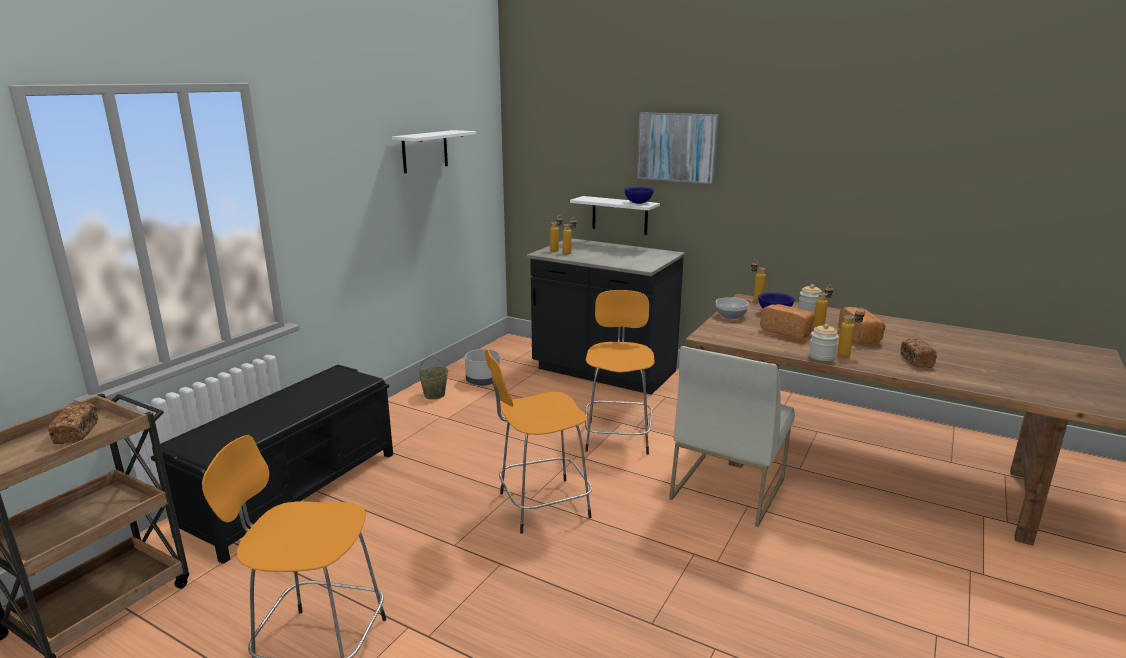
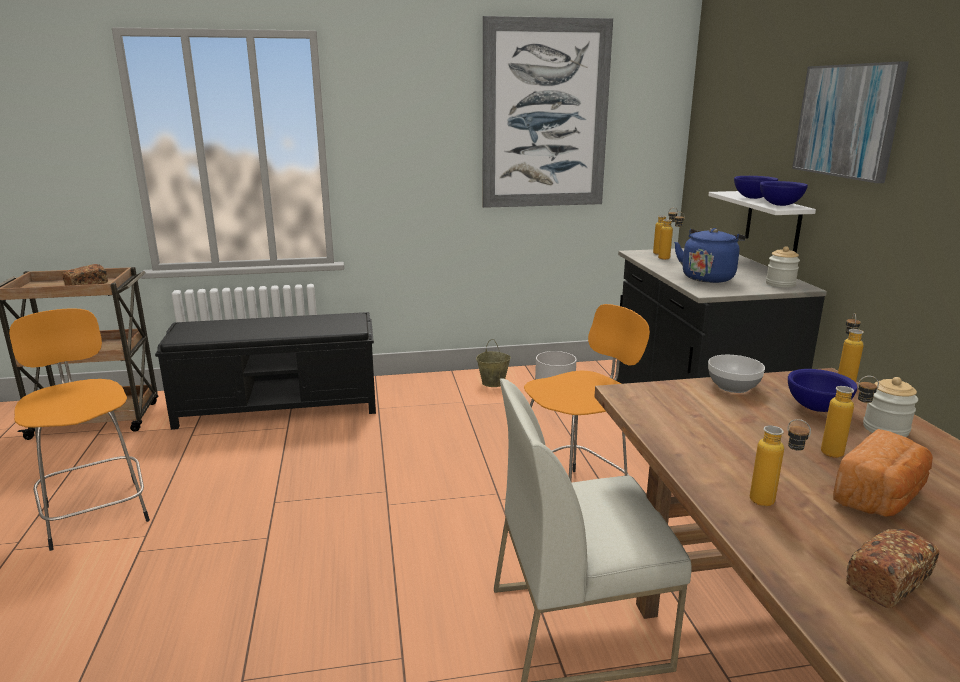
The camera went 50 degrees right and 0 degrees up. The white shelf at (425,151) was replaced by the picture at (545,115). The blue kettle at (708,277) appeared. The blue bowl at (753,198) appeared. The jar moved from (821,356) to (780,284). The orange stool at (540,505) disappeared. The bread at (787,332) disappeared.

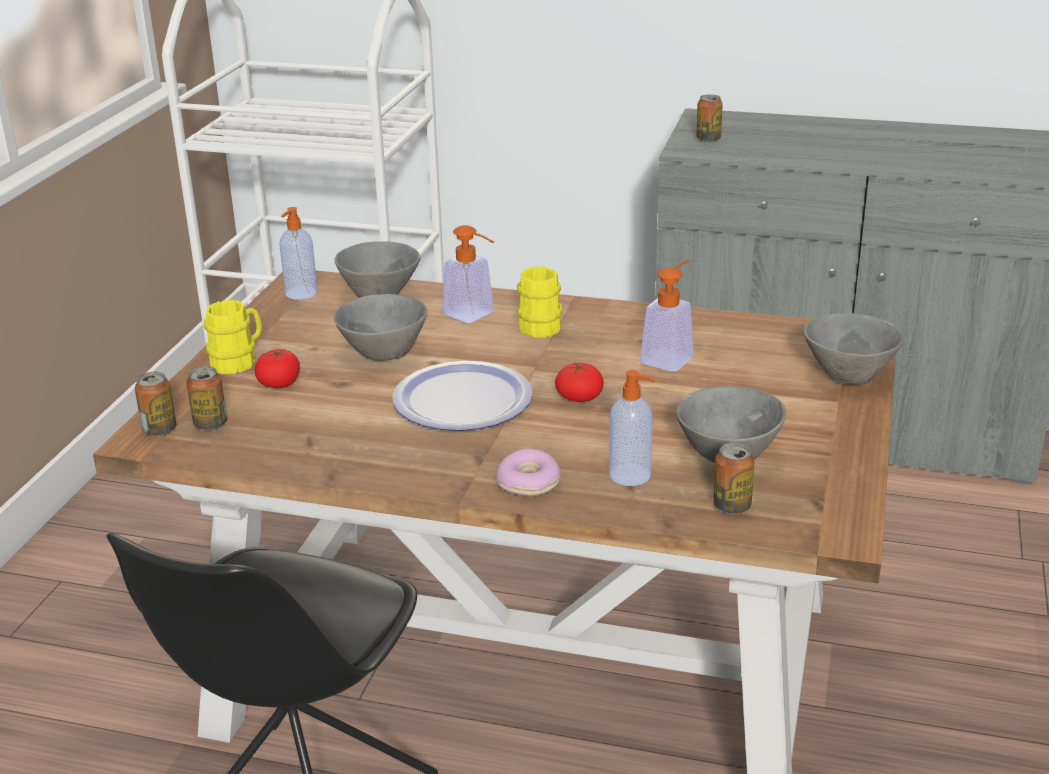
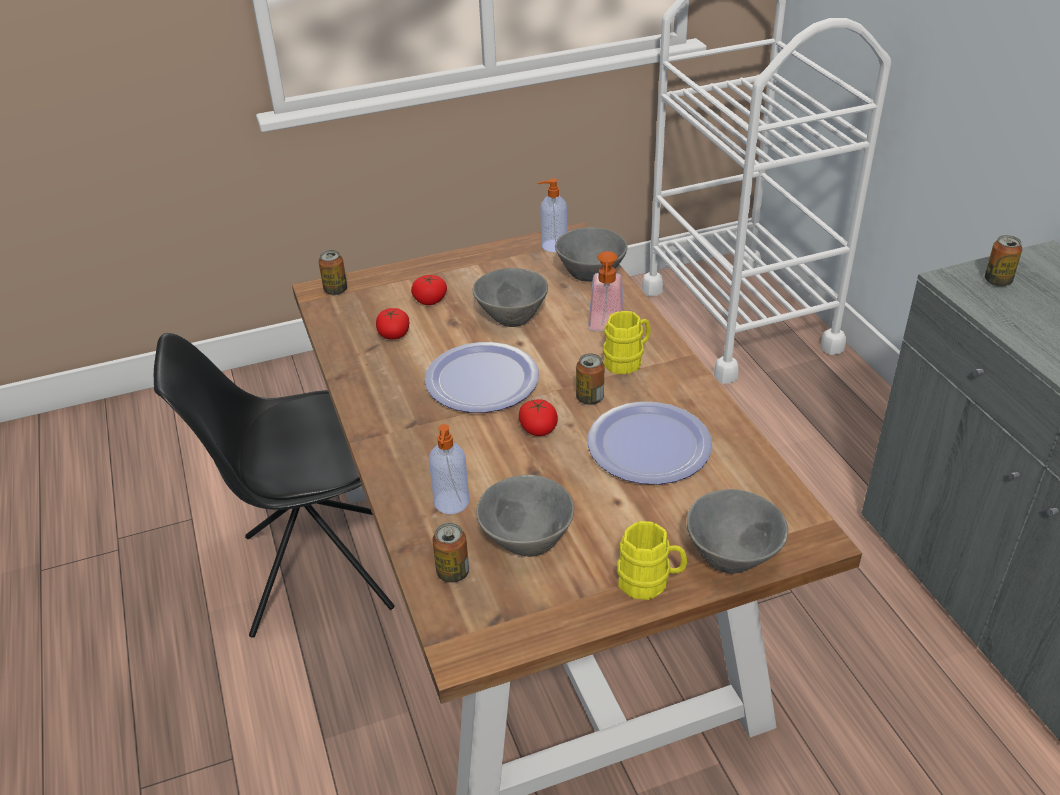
The camera went 55 degrees right and 10 degrees up. The tomato at (394,334) appeared. The can moved from (210,424) to (590,398). The soap dispenser at (671,357) was replaced by the plate at (648,445). The yellow mug moved from (238,361) to (650,582). The donut at (529,483) disappeared.

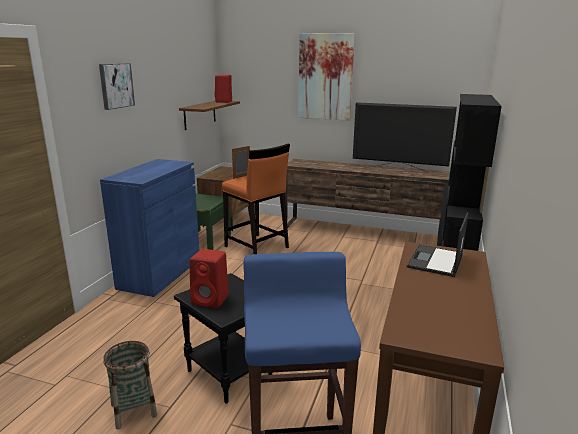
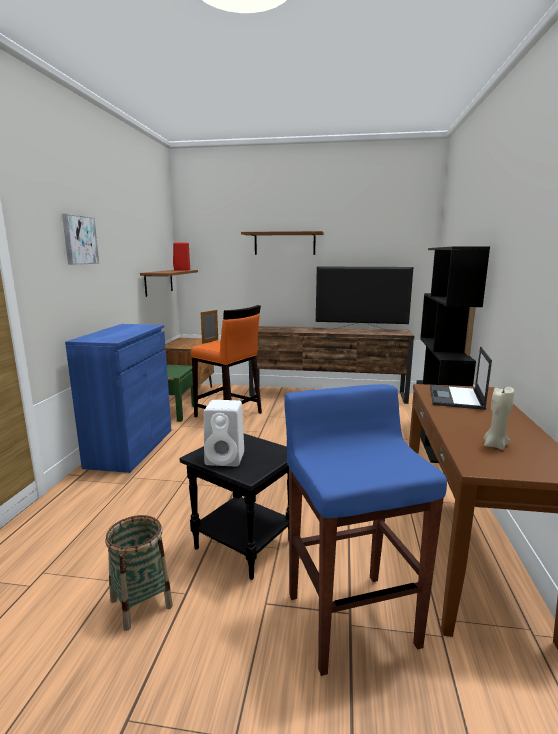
The camera went 10 degrees left and 5 degrees down. The red speaker at (211,300) became the white speaker at (226,458). The picture at (325,77) was replaced by the brown shelf at (284,243). The beige candle at (495,445) appeared.

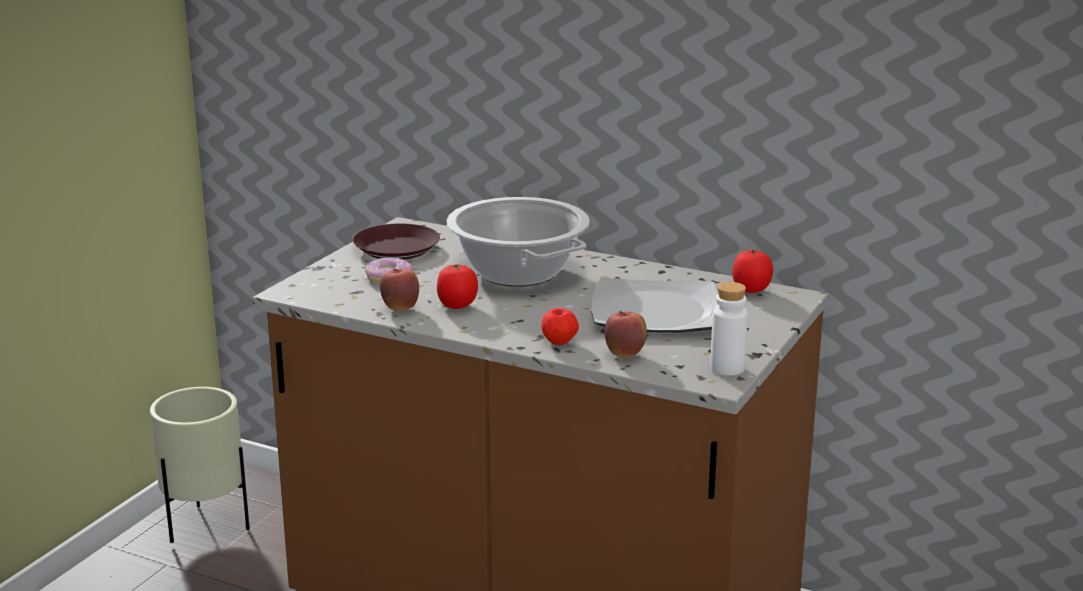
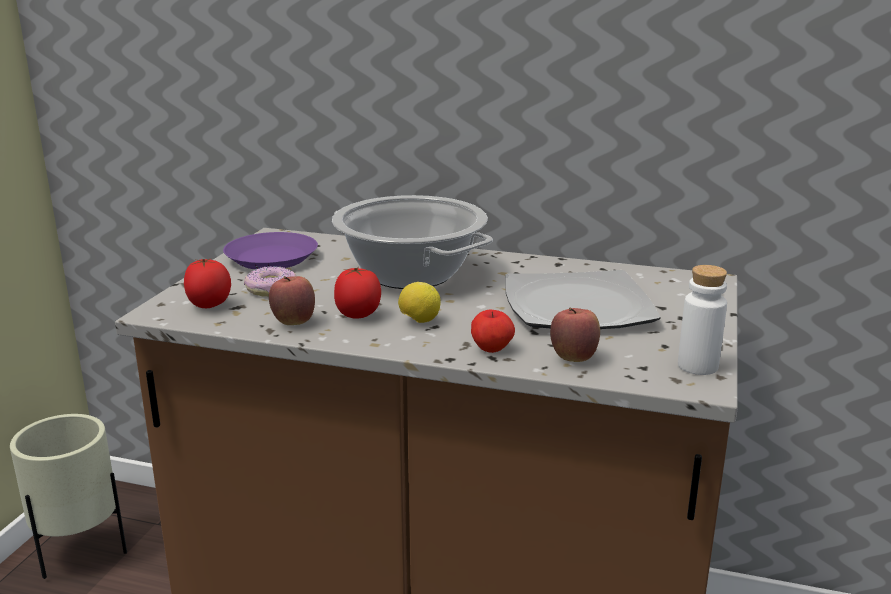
The camera went 10 degrees left and 0 degrees up. The tomato moved from (751,291) to (209,306). The brown plate at (397,249) became the purple plate at (272,258). The lemon at (419,321) appeared.

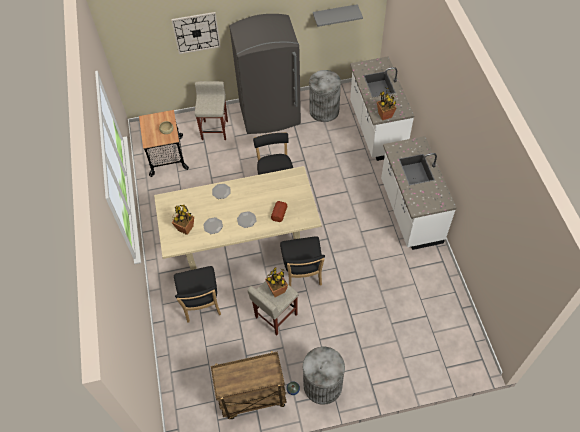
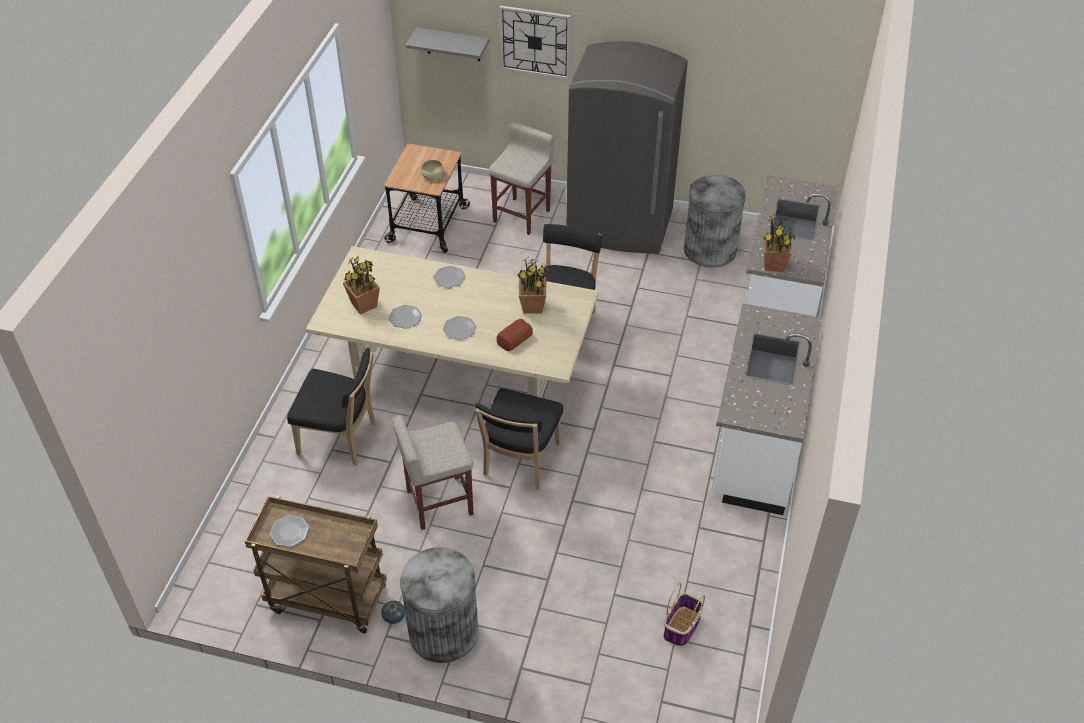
The camera went 25 degrees right and 10 degrees down. The plate at (289,531) appeared. The black chair at (201,305) turned 90 degrees counterclockwise. The grey shelf moved from (334,14) to (453,44). The potted plant moved from (277,290) to (532,306). The basket at (681,627) appeared.

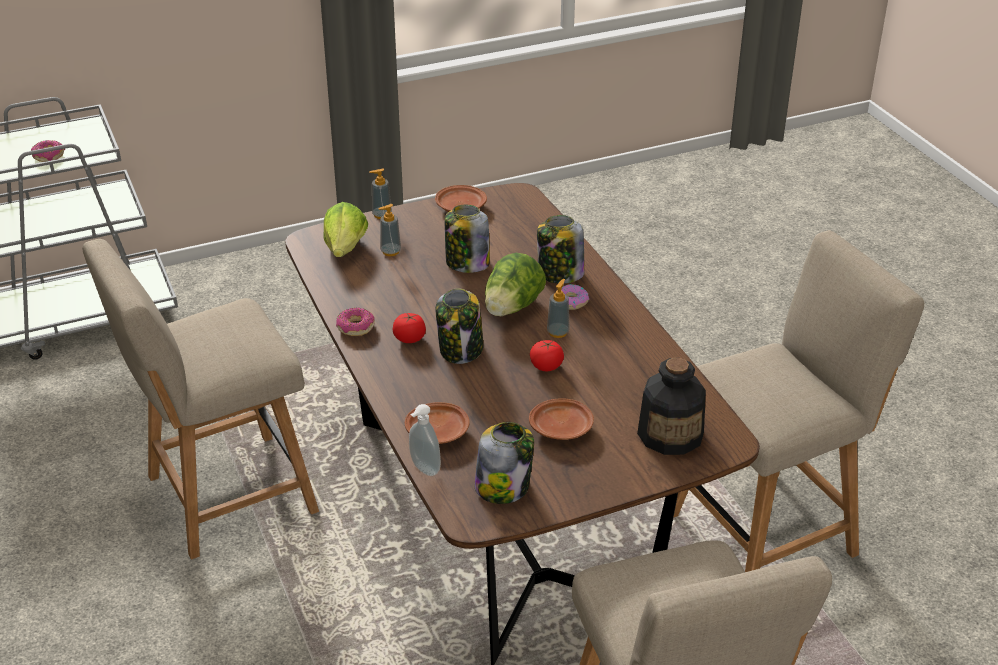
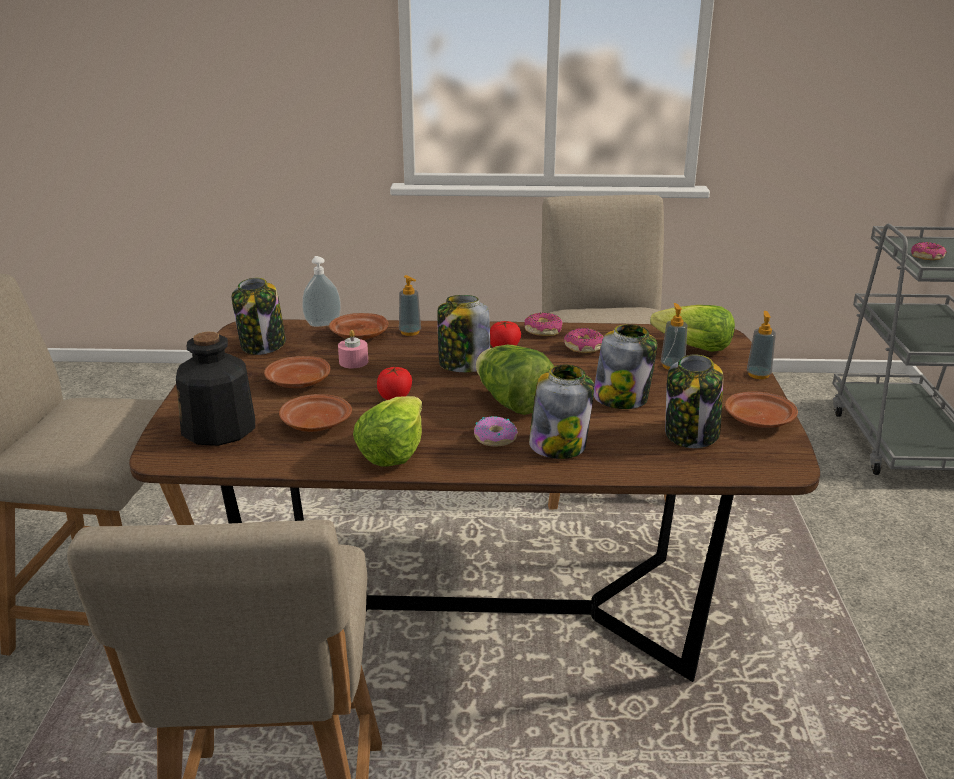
The camera went 115 degrees right and 10 degrees down. The brown plate at (315,424) appeared. The pink candle at (353,362) appeared. The lettuce at (392,451) appeared. The soap dispenser moved from (558,332) to (410,332). The donut at (584,347) appeared. The jar at (691,435) appeared.

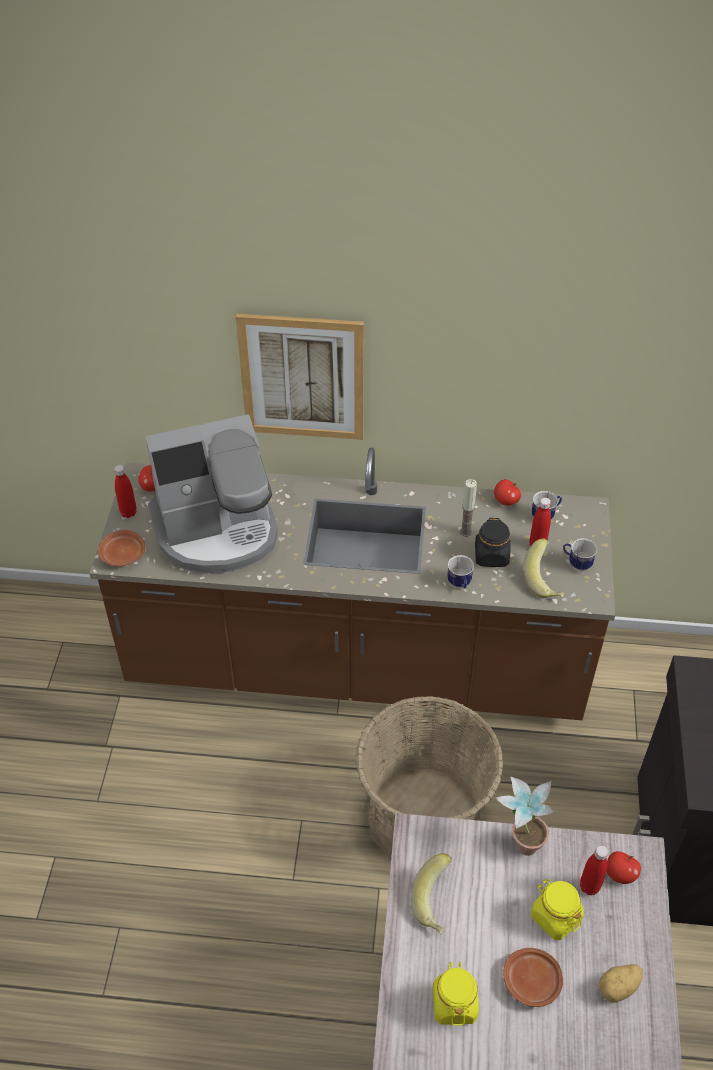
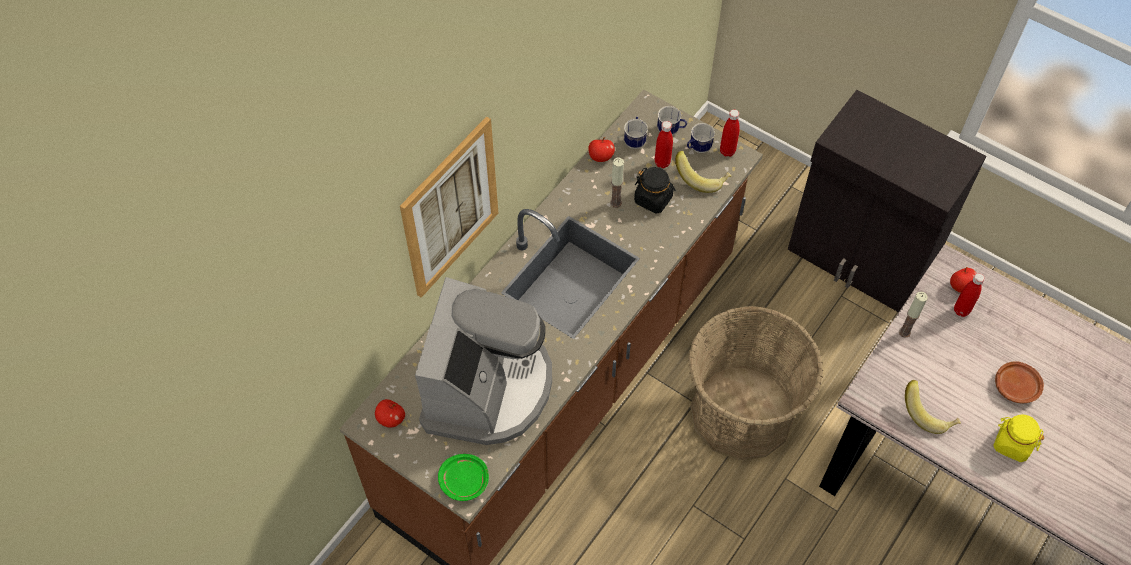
The camera went 60 degrees left and 10 degrees up. The brown plate at (123,555) became the green plate at (464,481). The mug moved from (460,585) to (671,131). The red bottle moved from (128,512) to (727,151). The potted plant at (520,841) was replaced by the candle at (904,332). The yellow jar at (555,917) disappeared. The potato at (619,988) disappeared.

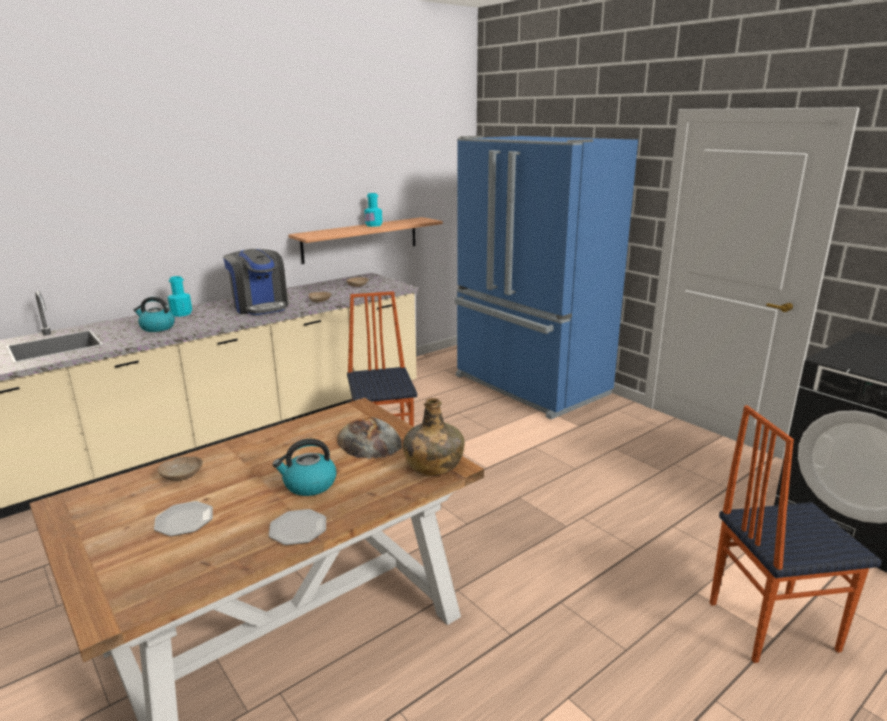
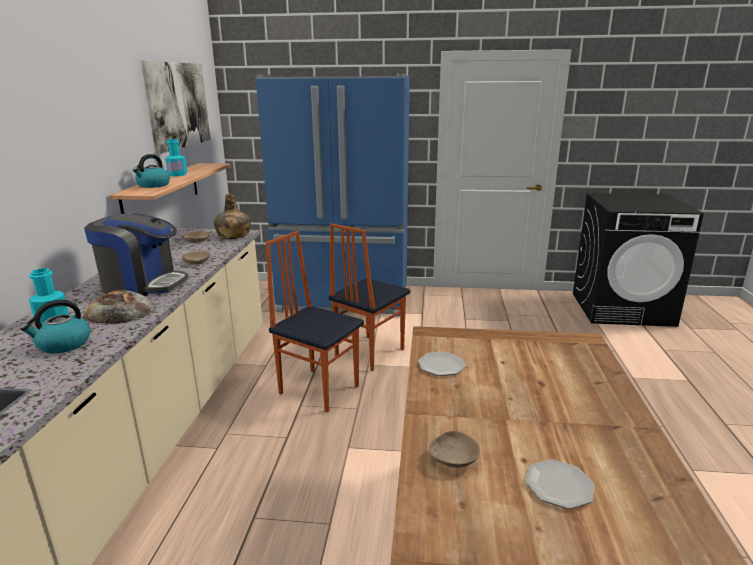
The camera went 45 degrees left and 0 degrees up. The bread moved from (369,441) to (120,312). The kettle moved from (309,485) to (153,185). The picture at (178,105) appeared. The green bottle moved from (433,465) to (233,236). The chair moved from (770,625) to (368,352). The plate moved from (298,529) to (441,365).

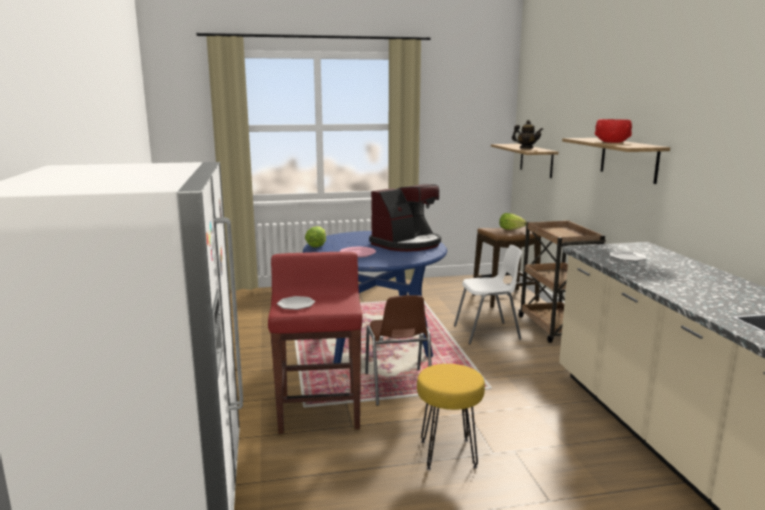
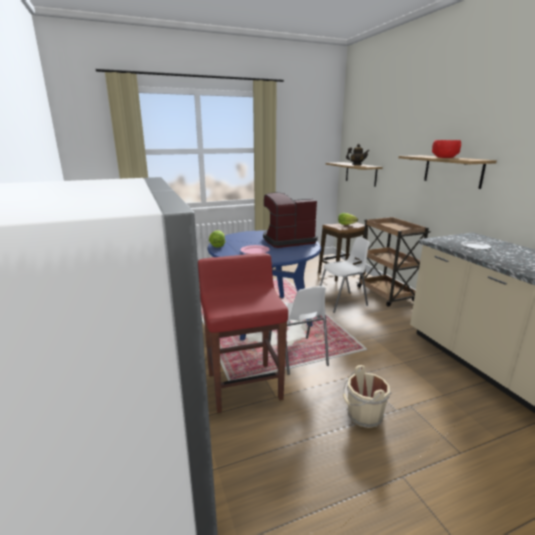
The camera went 10 degrees left and 5 degrees up. The coffee machine at (407,244) turned 150 degrees counterclockwise. The brown chair at (398,387) became the white chair at (297,355). The yellow stool at (449,454) was replaced by the beige bucket at (363,416). The plate at (296,304) disappeared.

